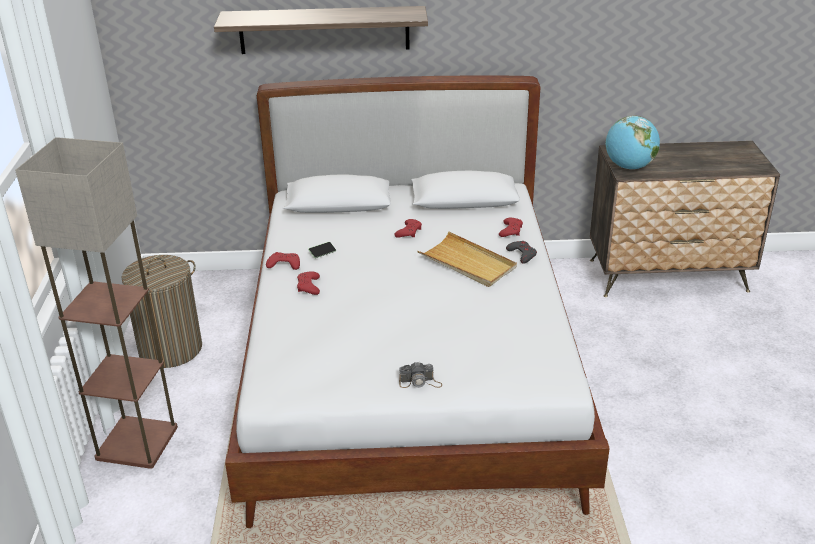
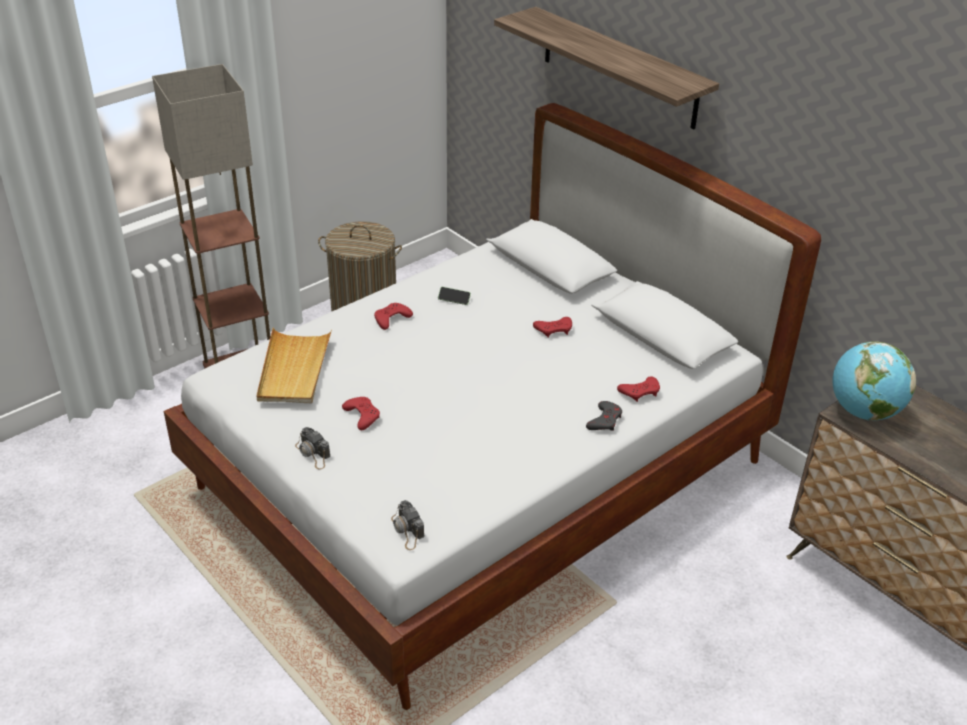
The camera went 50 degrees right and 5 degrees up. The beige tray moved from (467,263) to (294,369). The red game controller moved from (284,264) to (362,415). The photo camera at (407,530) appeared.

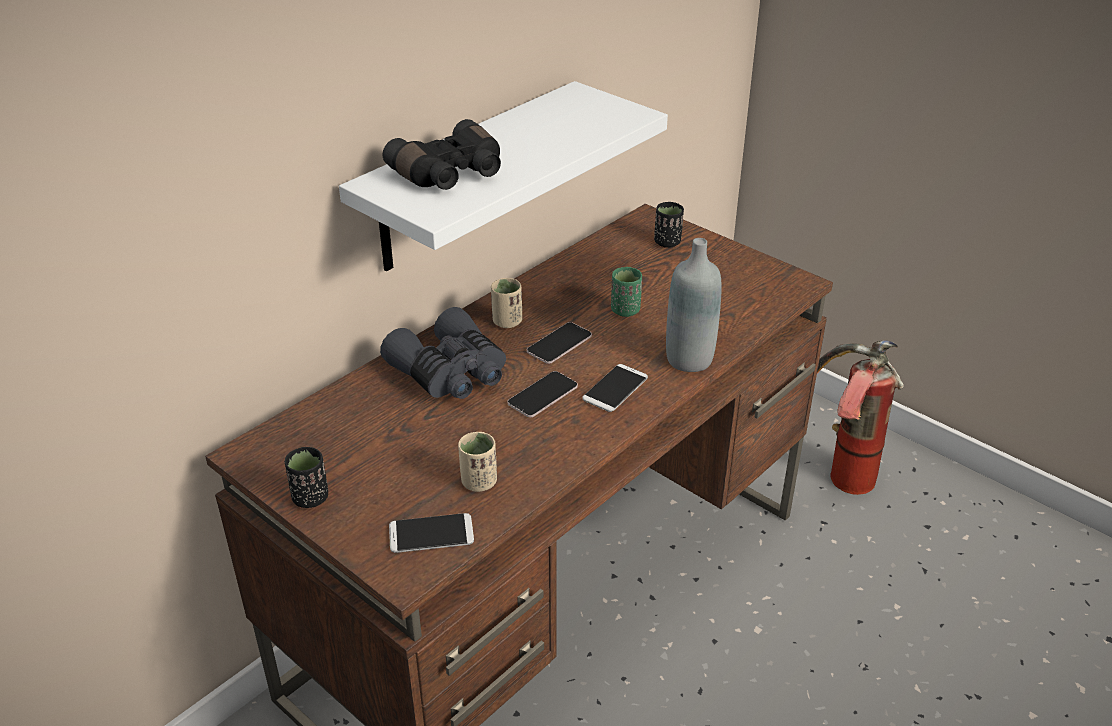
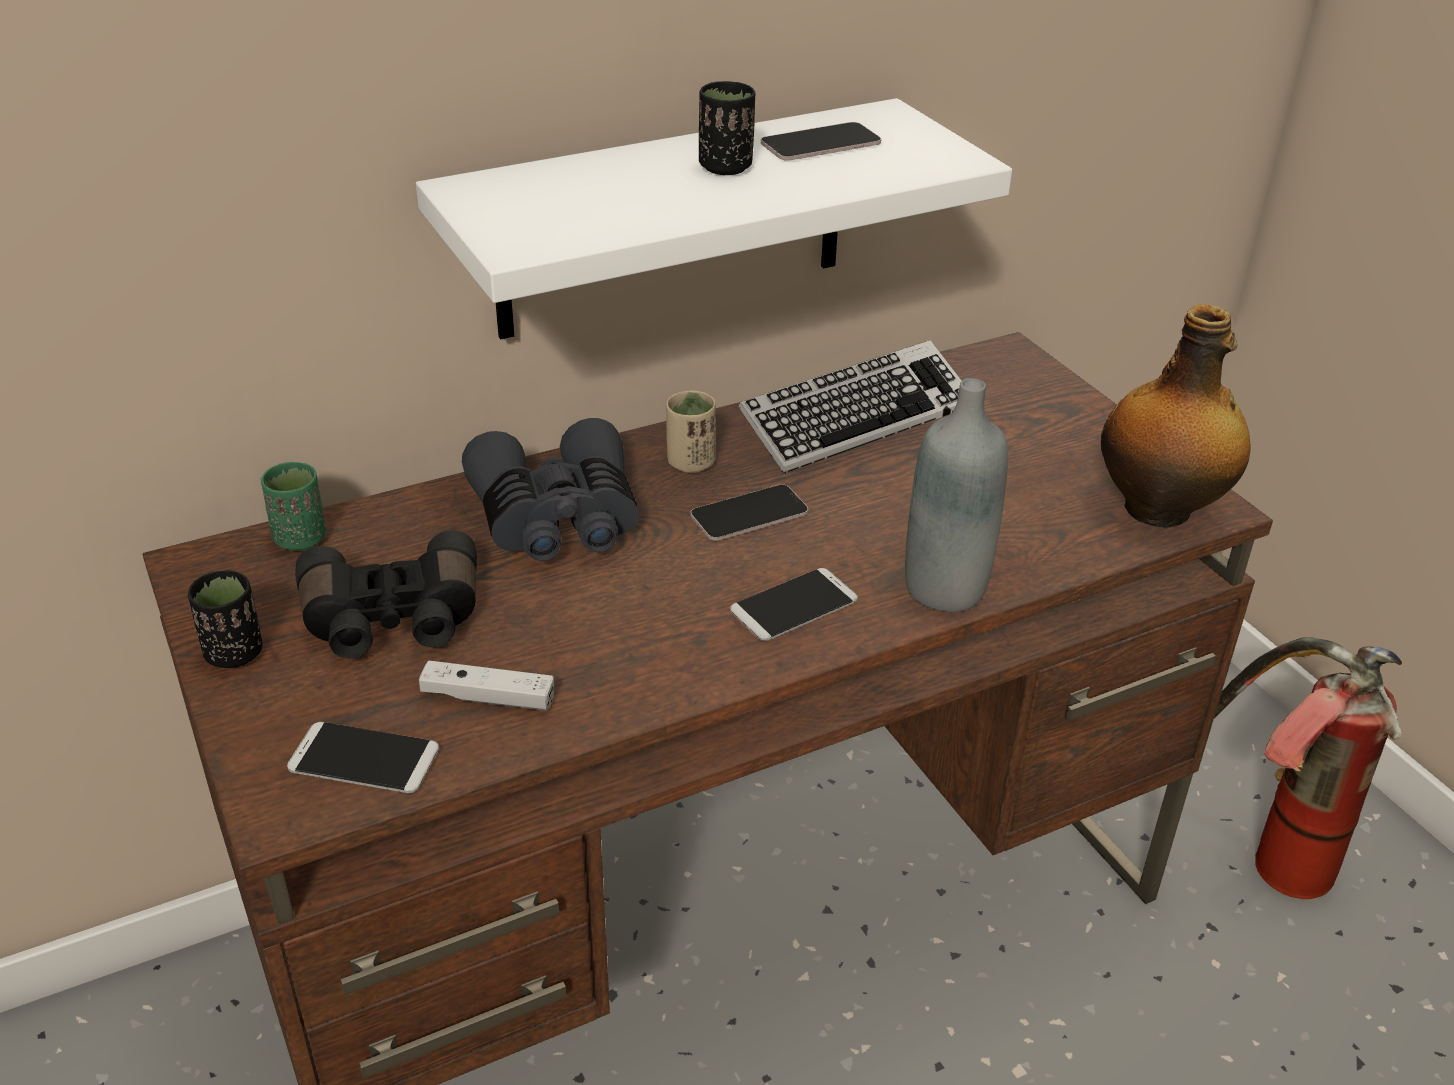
The camera went 20 degrees right and 0 degrees up. The green cup moved from (625,310) to (300,539). The black binoculars moved from (451,174) to (392,621). The beige cup at (479,482) was replaced by the white game controller at (488,697). The black cup moved from (667,242) to (725,167). The keyboard at (857,419) appeared. The phone moved from (543,395) to (820,144). The bottle at (1160,510) appeared.

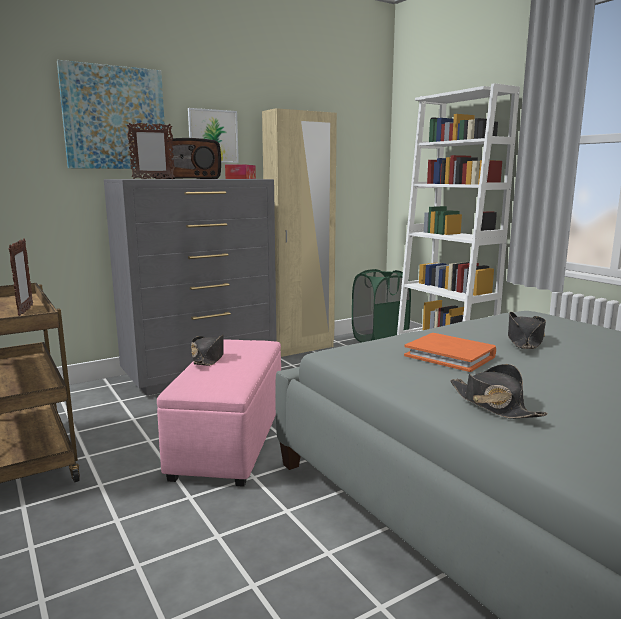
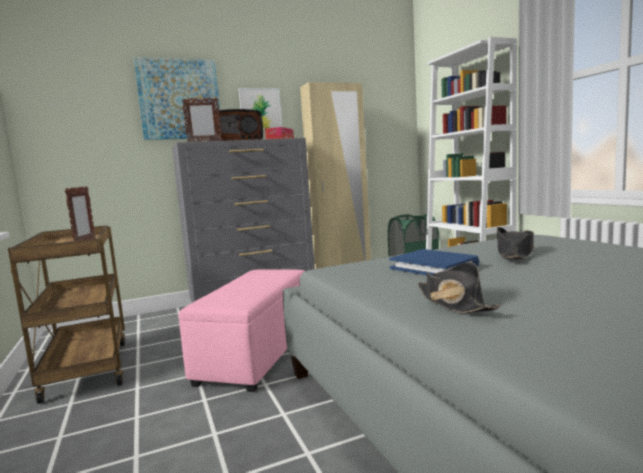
The camera went 10 degrees right and 5 degrees down. The orange book at (450,356) became the blue book at (434,267). The black hat at (208,358) disappeared.

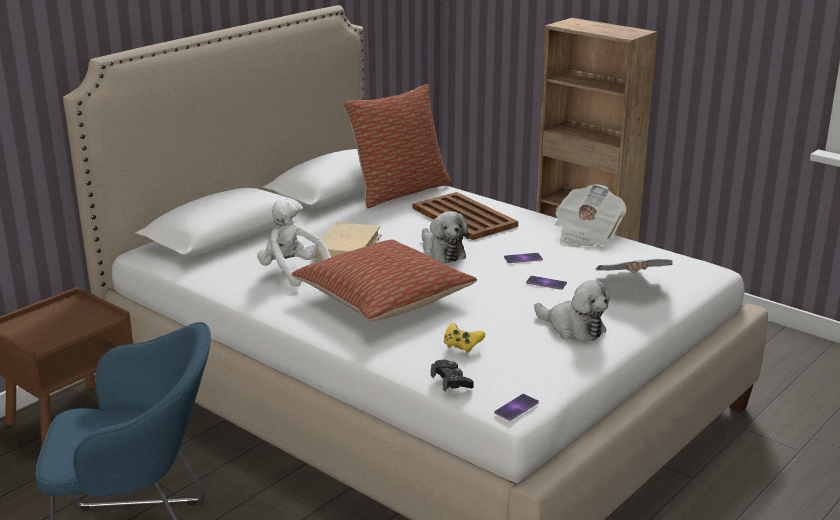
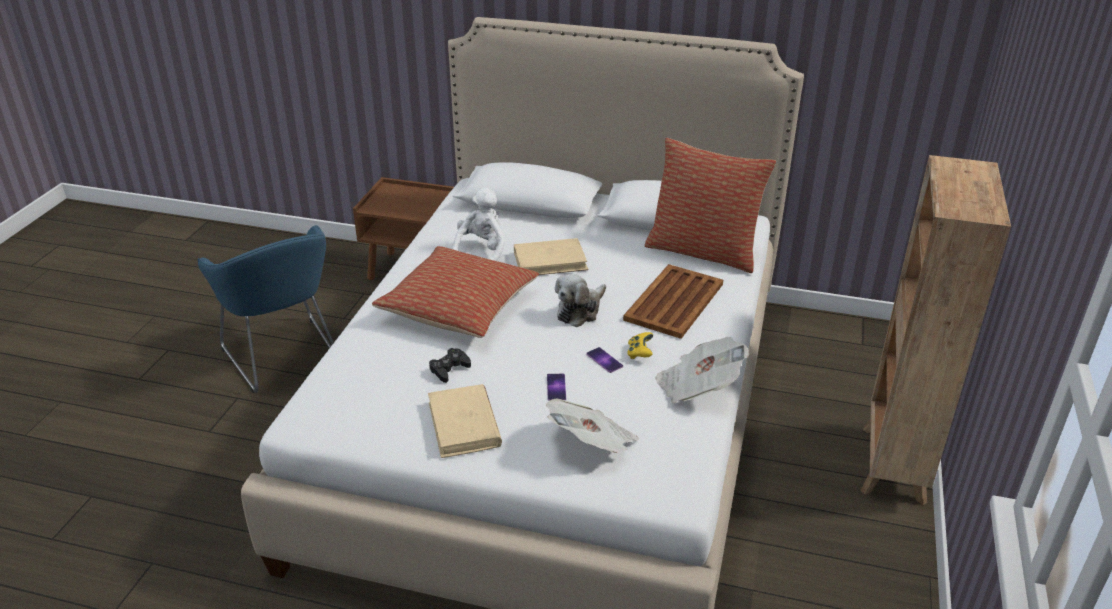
The camera went 65 degrees right and 10 degrees up. The plush toy at (573,328) was replaced by the beige book at (464,425). The black game controller moved from (451,381) to (449,369). The yellow game controller moved from (462,346) to (639,353). The phone at (516,407) disappeared.

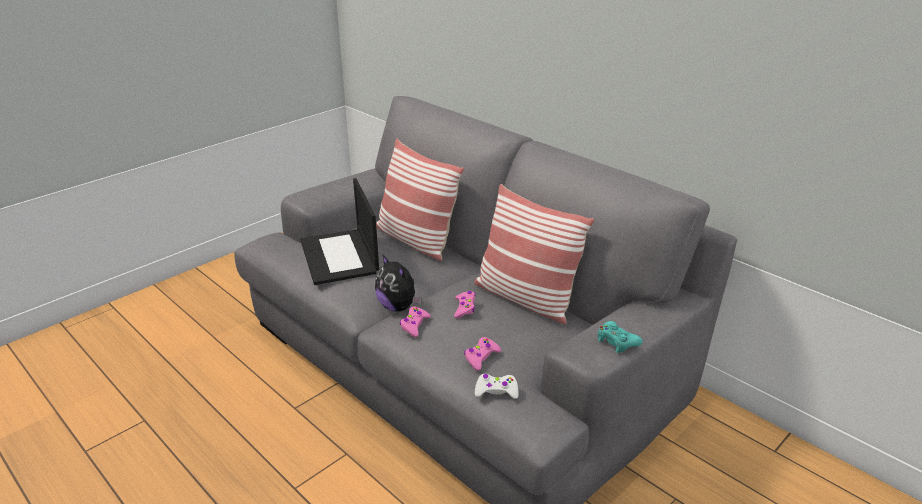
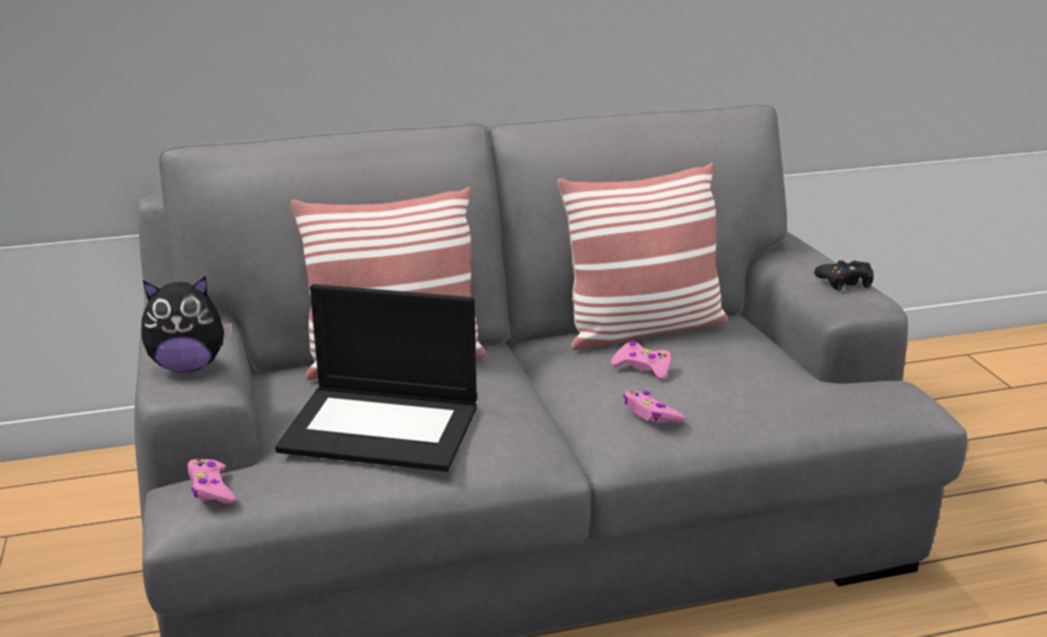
The camera went 60 degrees left and 5 degrees down. The plush toy moved from (398,307) to (189,366). The pink game controller moved from (481,357) to (211,489). The turquoise game controller at (617,341) became the black game controller at (845,282). The white game controller at (496,391) disappeared.

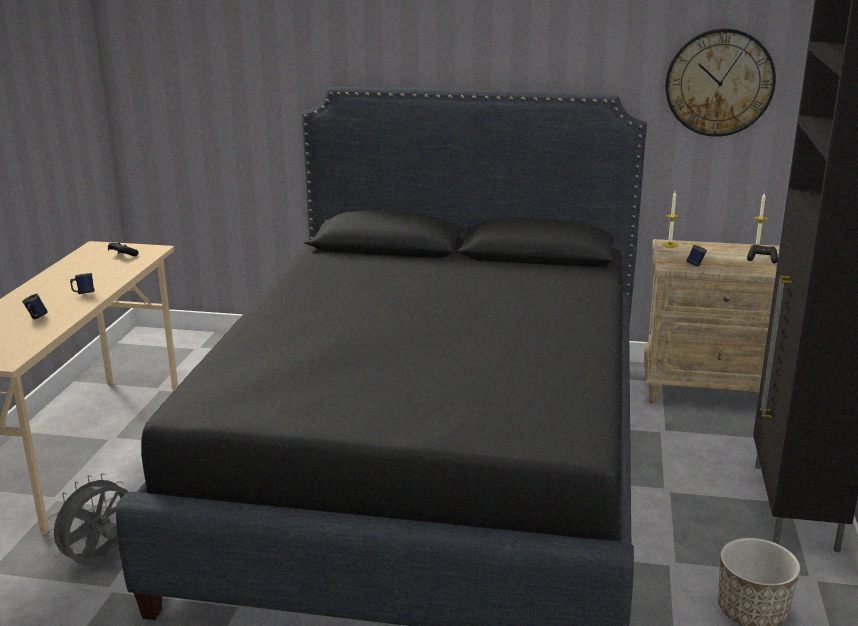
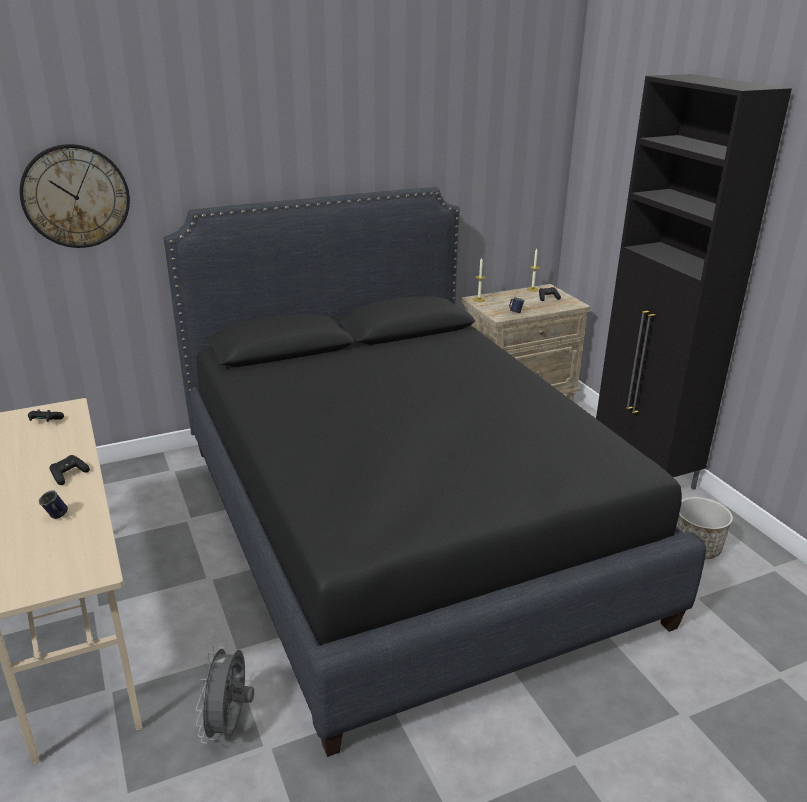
The camera went 35 degrees left and 5 degrees up. The wall clock moved from (719,82) to (75,196). The blue mug at (83,294) was replaced by the black game controller at (69,475).

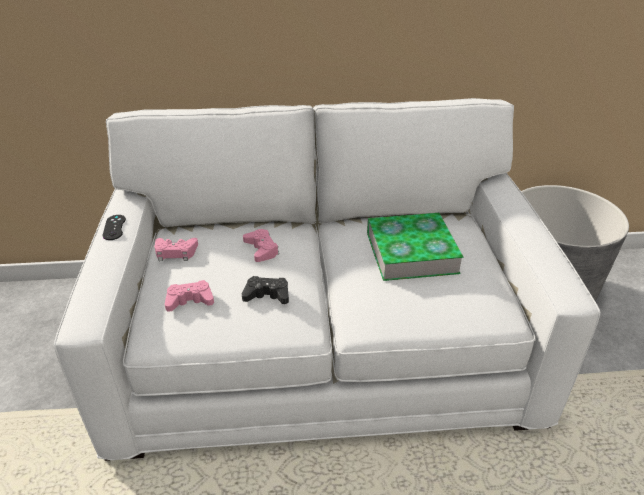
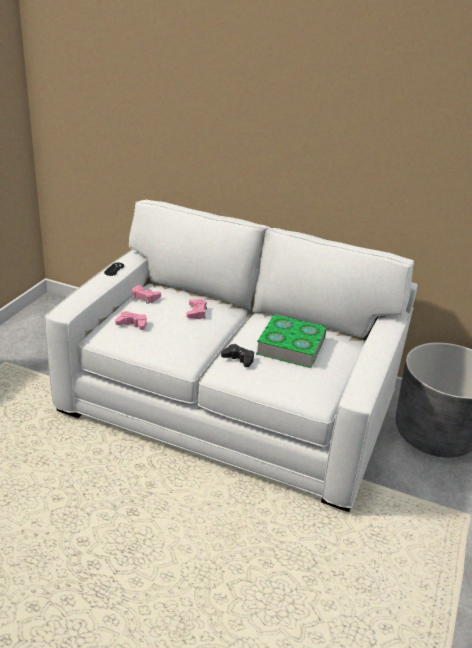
The camera went 25 degrees right and 5 degrees down. The black game controller moved from (267,295) to (238,359).

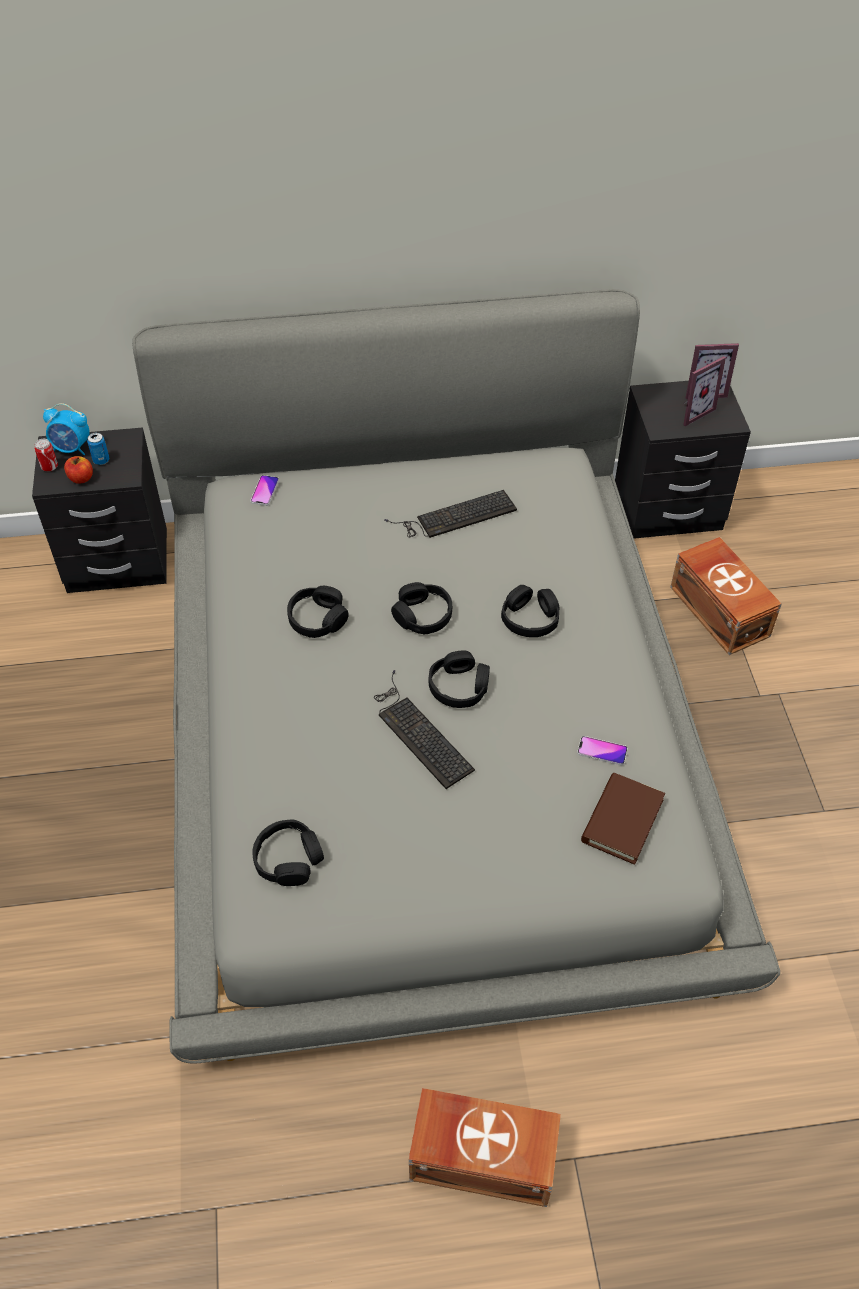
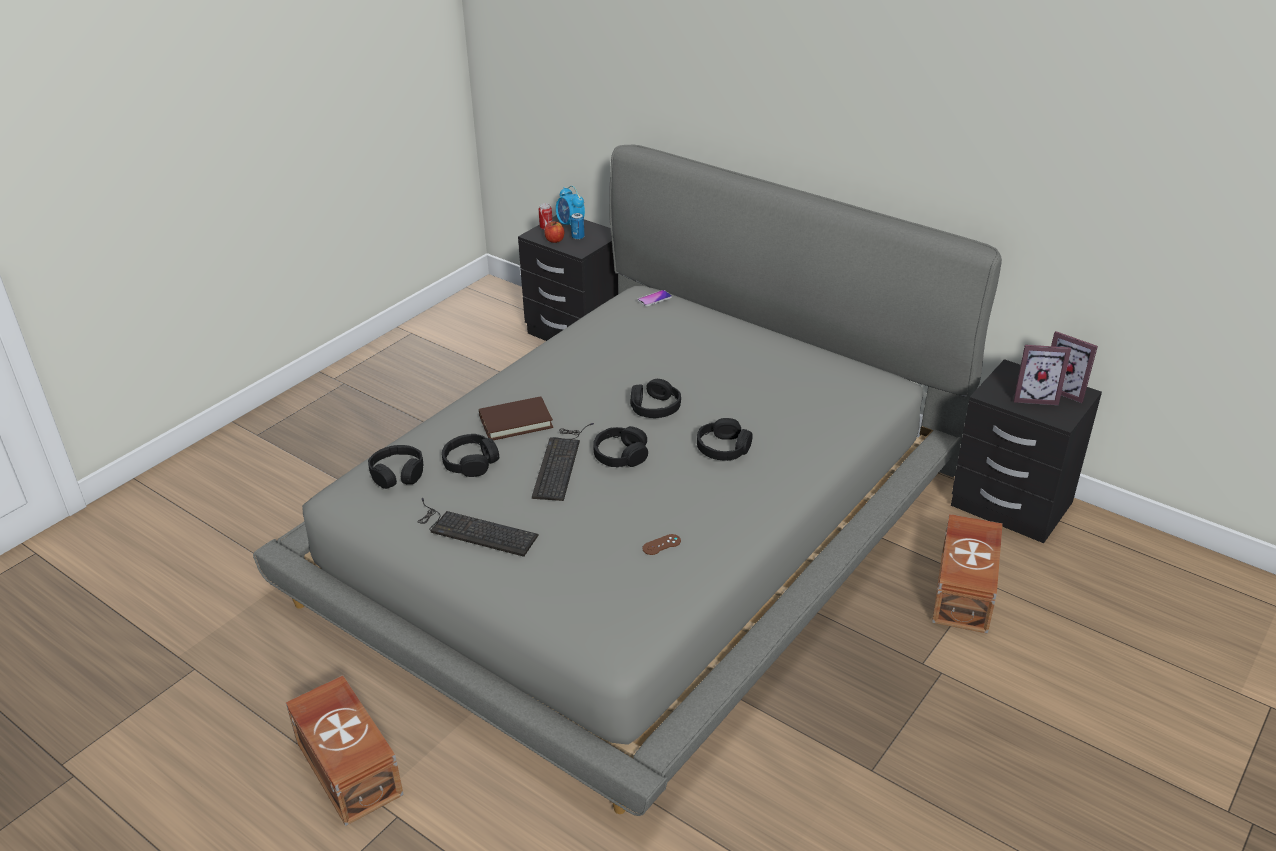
The camera went 45 degrees right and 15 degrees down. The keyboard moved from (454,516) to (473,530). The black headphones moved from (317,618) to (470,462). The brown book moved from (622,820) to (516,422). The phone at (602,751) was replaced by the brown game controller at (661,545).

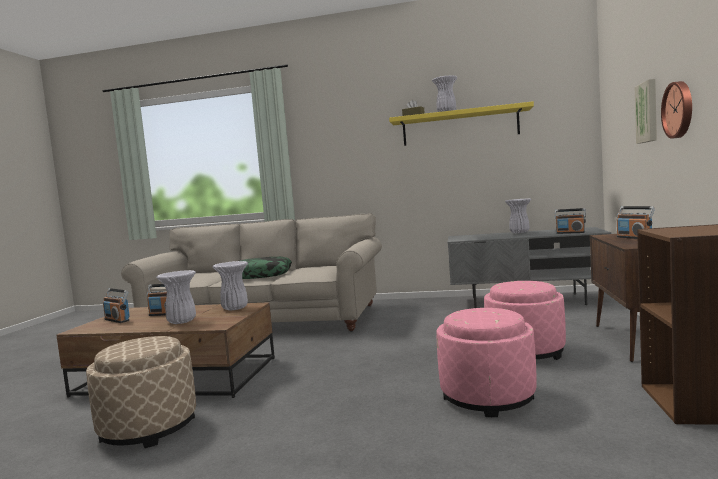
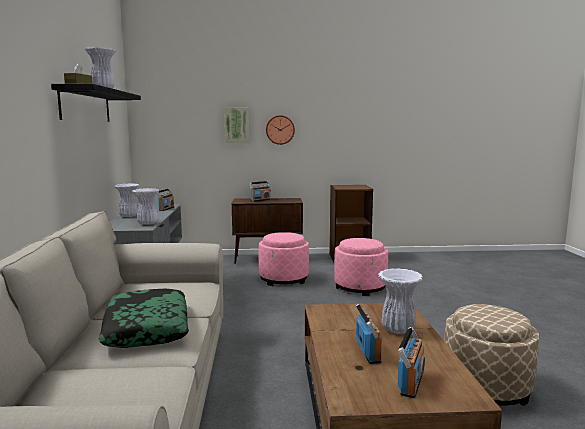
The camera went 105 degrees left and 5 degrees up. The yellow shelf at (460,127) became the black shelf at (86,105). The white vase moved from (234,308) to (147,223).

